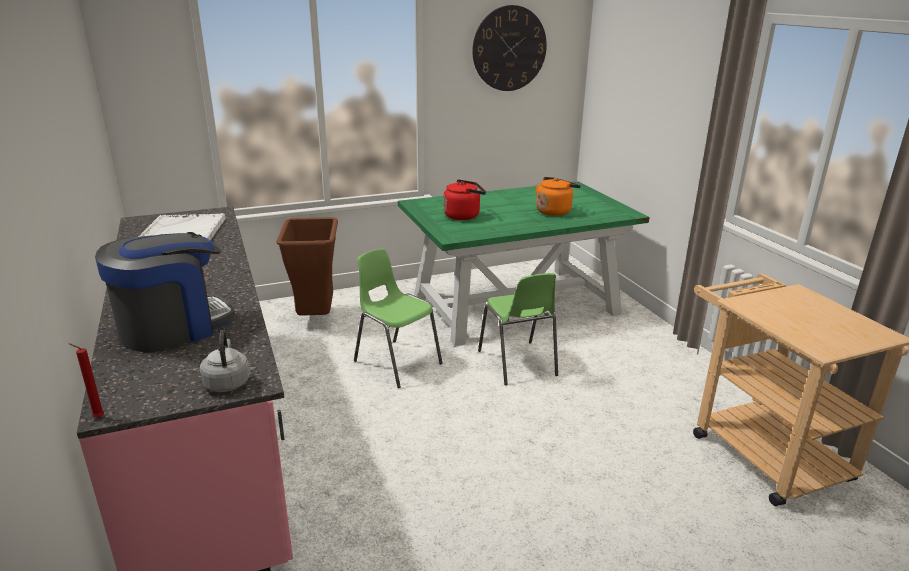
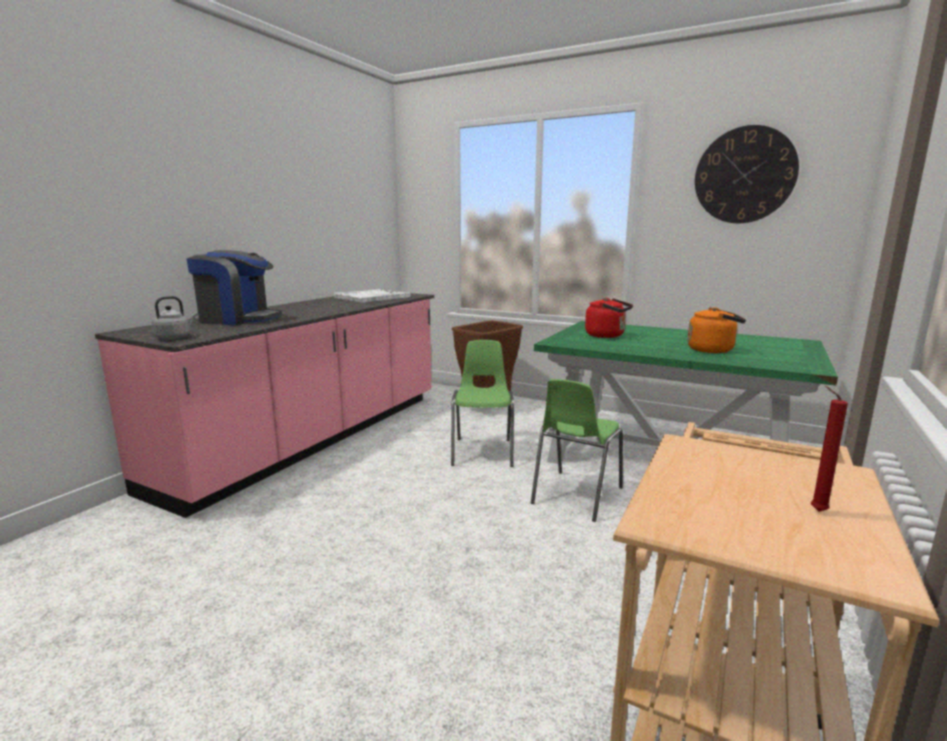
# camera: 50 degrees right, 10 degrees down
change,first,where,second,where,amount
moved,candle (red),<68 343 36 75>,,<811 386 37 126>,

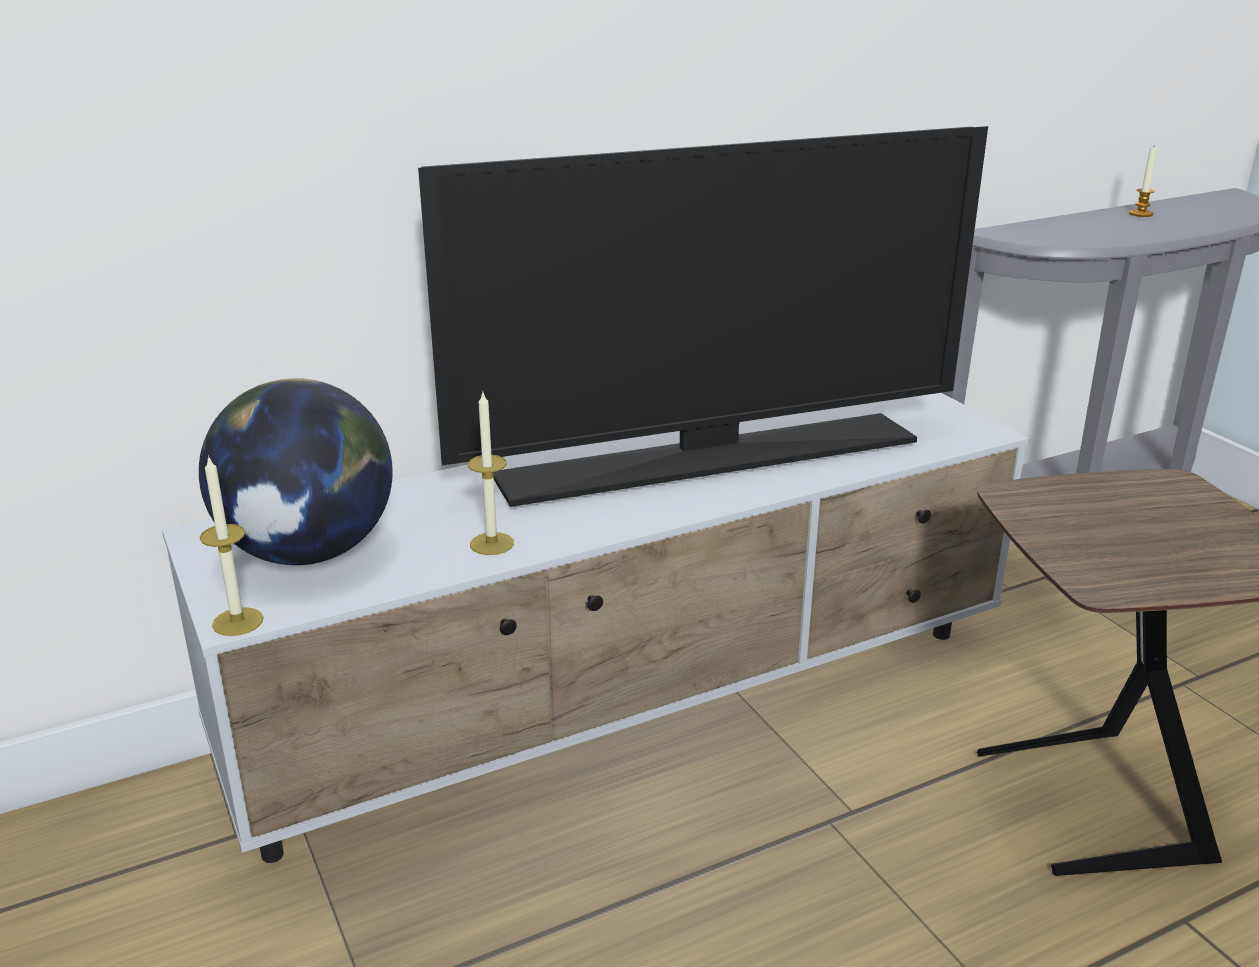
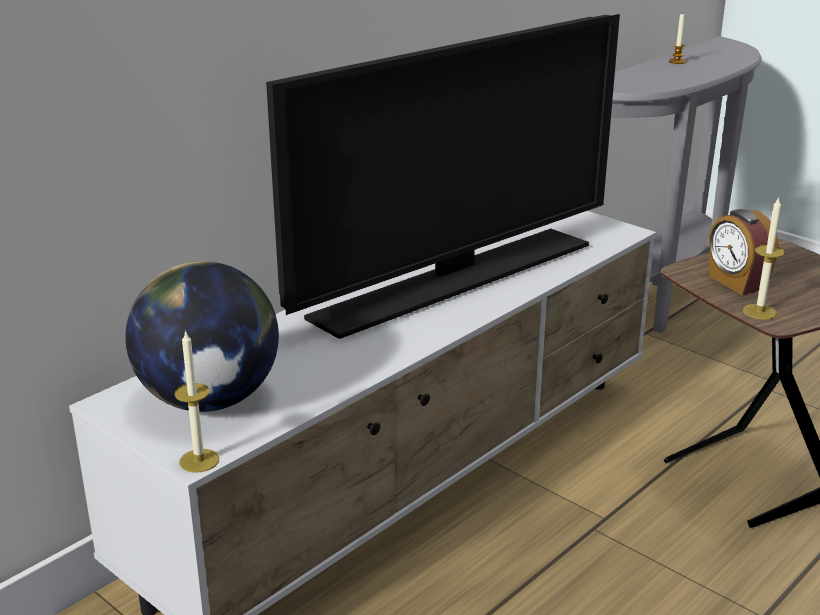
# camera: 20 degrees left, 0 degrees up
change,first,where,second,where,amount
added,,,alarm clock,<709 209 70 86>,
moved,candle,<468 390 46 165>,,<743 197 42 123>,

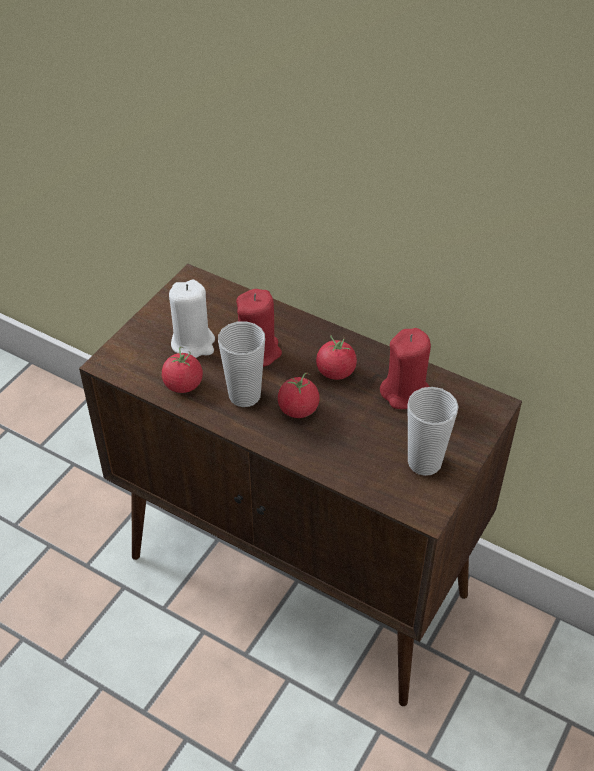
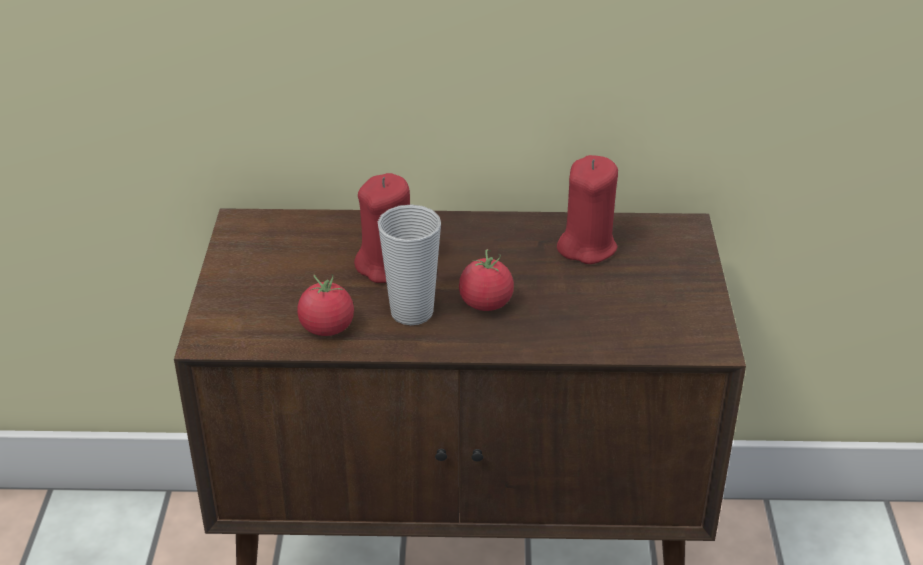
# camera: 30 degrees left, 10 degrees down
change,first,where,second,where,amount
removed,candle (white),<169 280 46 78>,,,
removed,tomato,<316 335 41 45>,,,
removed,cup,<408 387 51 89>,,,

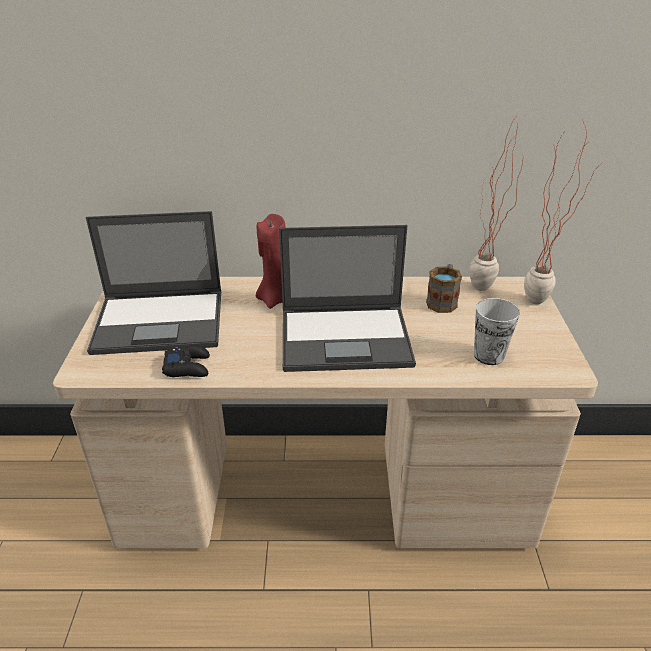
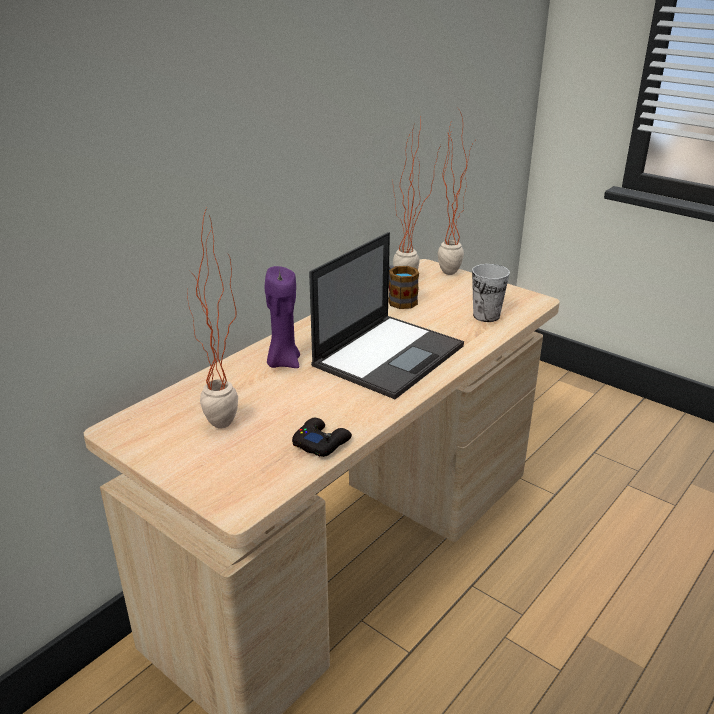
# camera: 50 degrees left, 5 degrees down
change,first,where,second,where,amount
replaced,laptop,<86 211 135 144>,potted plant,<187 206 51 223>,
recoloured,candle (red),<256 214 30 95>,candle (purple),<265 266 35 102>,

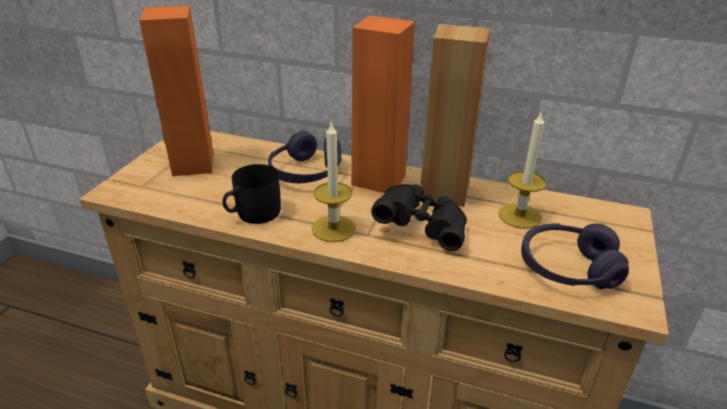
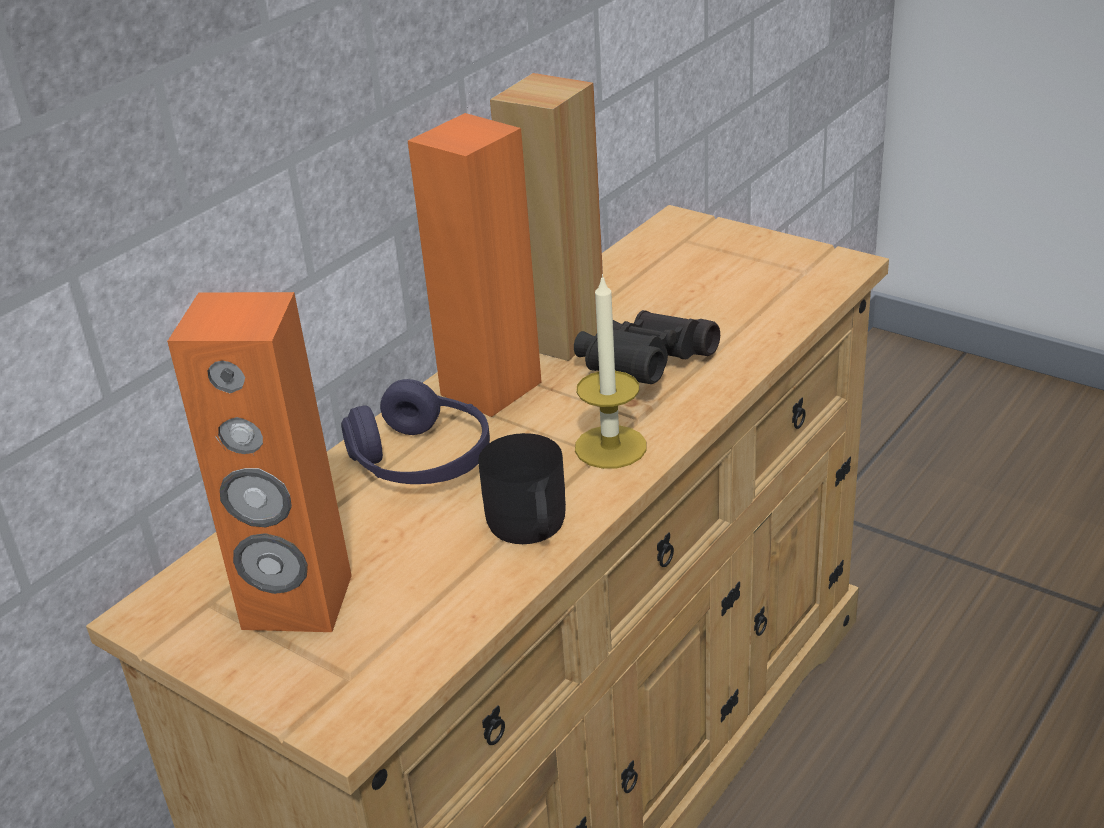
# camera: 70 degrees left, 0 degrees up
change,first,where,second,where,amount
removed,candle,<498 111 49 118>,,,
removed,headphones (purple),<521 223 108 66>,,,

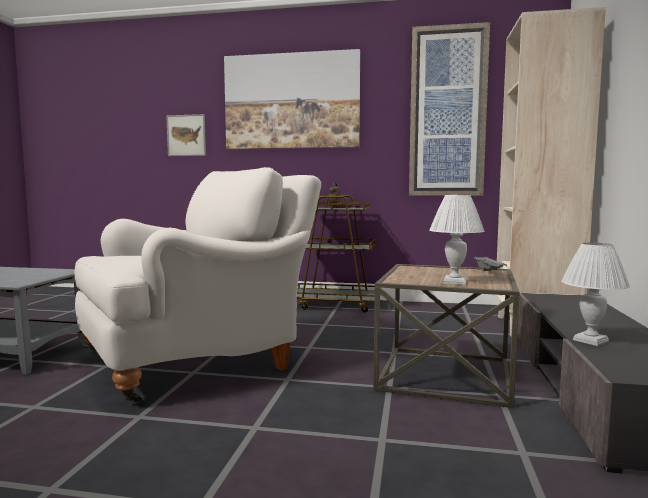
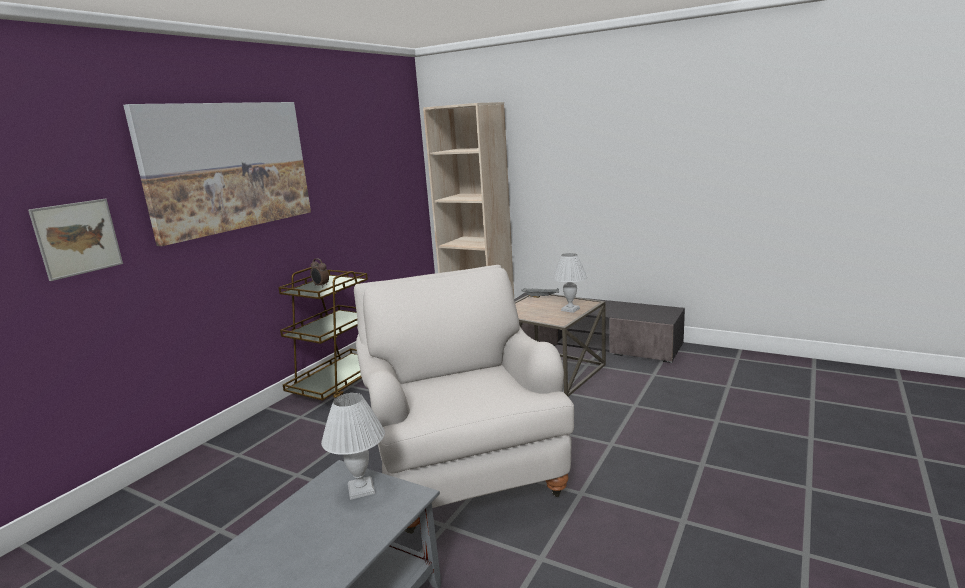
# camera: 70 degrees left, 10 degrees up
change,first,where,second,where,amount
moved,table lamp (white),<561 243 69 103>,,<321 393 64 107>,
removed,picture,<409 22 81 174>,,,

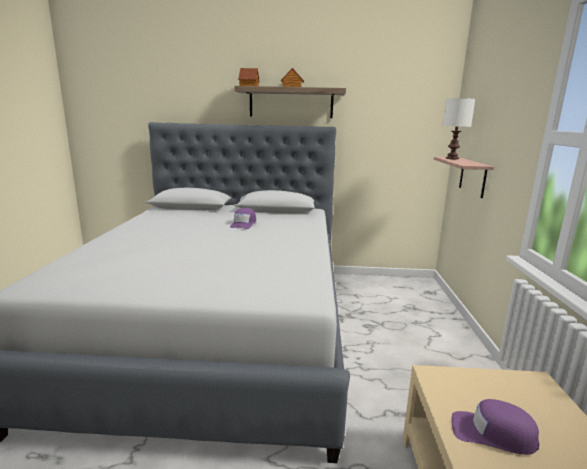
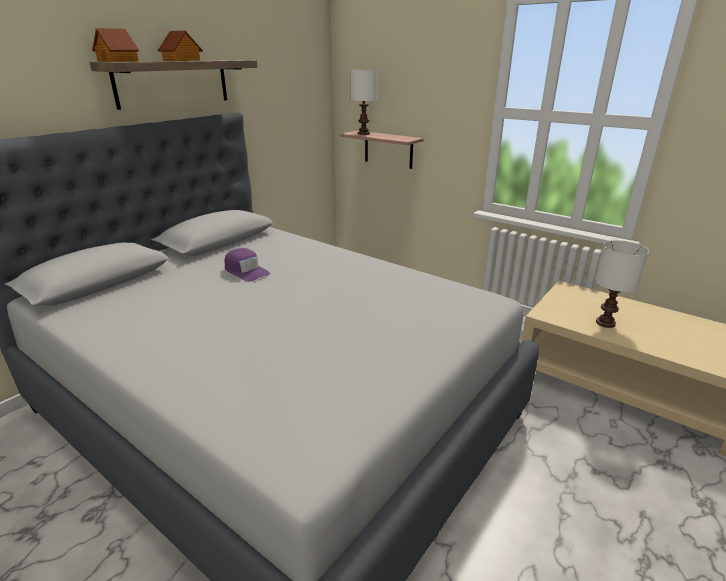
# camera: 55 degrees left, 10 degrees up
change,first,where,second,where,amount
replaced,cap (purple),<452 399 87 56>,table lamp (white),<595 240 54 88>,

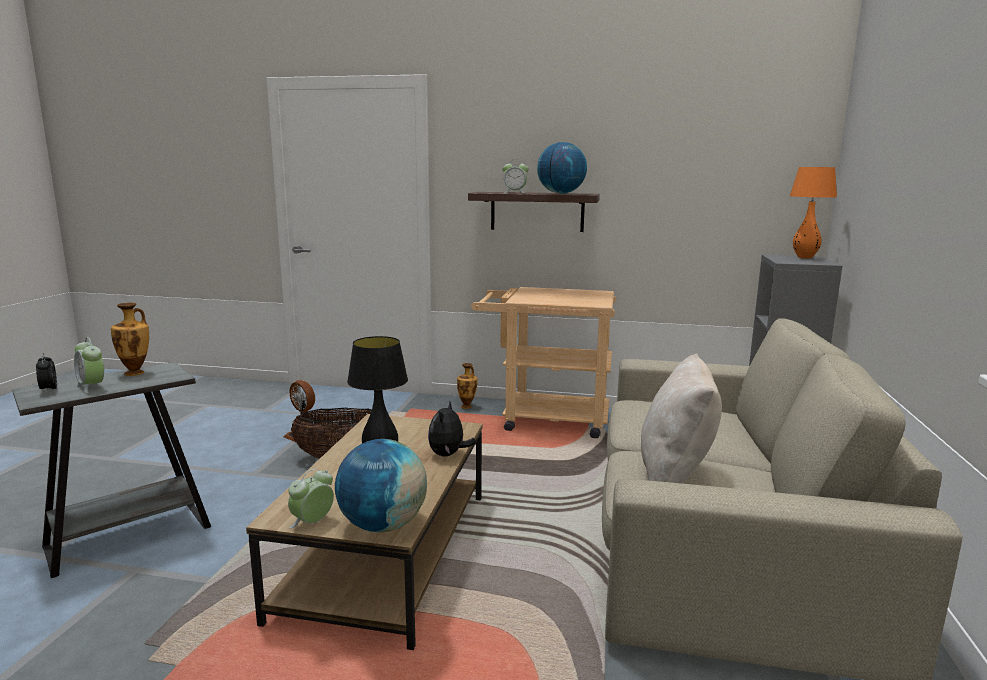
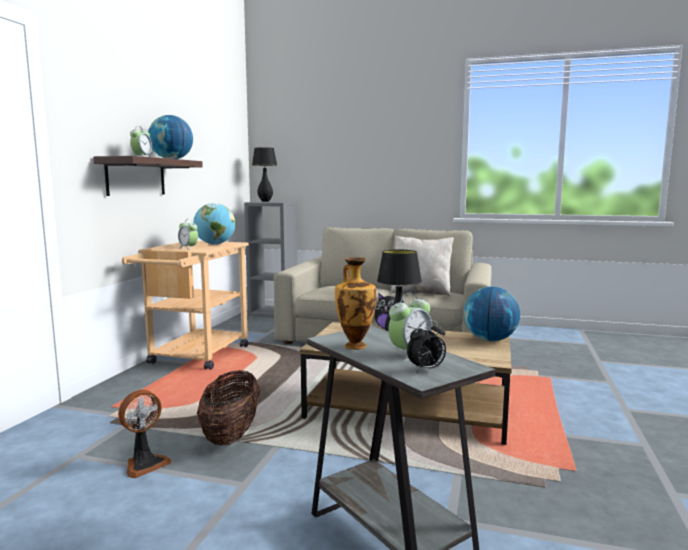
# camera: 85 degrees left, 5 degrees down
change,first,where,second,where,amount
moved,alarm clock,<288 468 46 61>,,<178 219 20 31>,
added,,,globe,<193 203 43 42>,
recoloured,table lamp (orange),<790 167 47 92>,table lamp (black),<252 147 25 55>,
removed,vase,<457 363 21 46>,,,

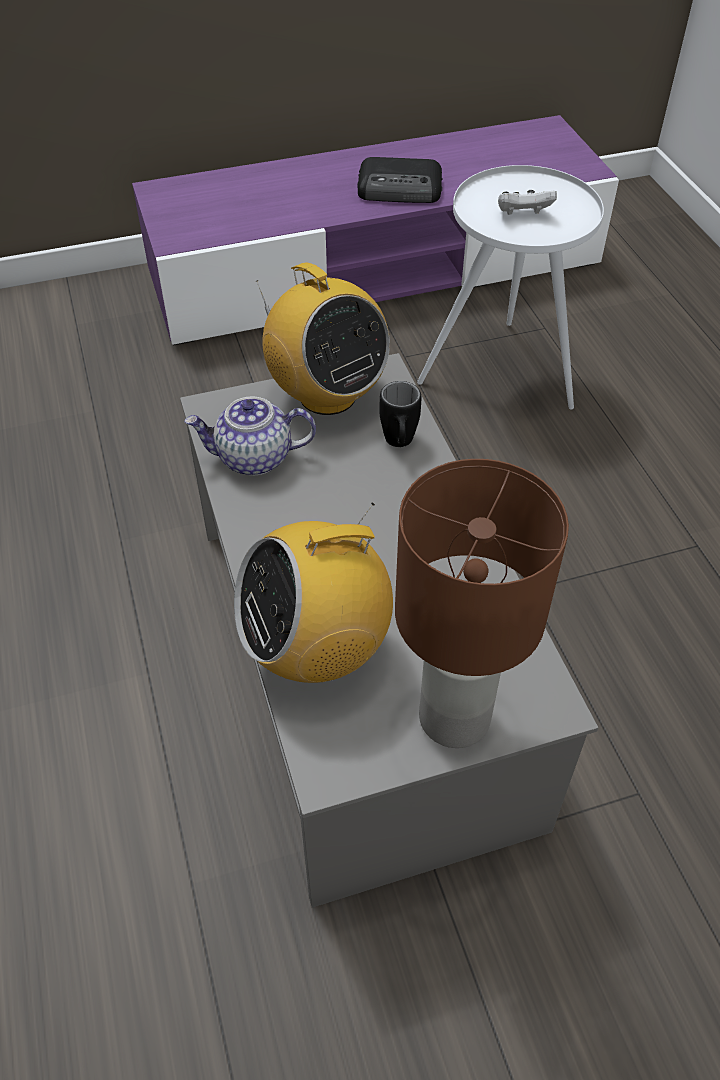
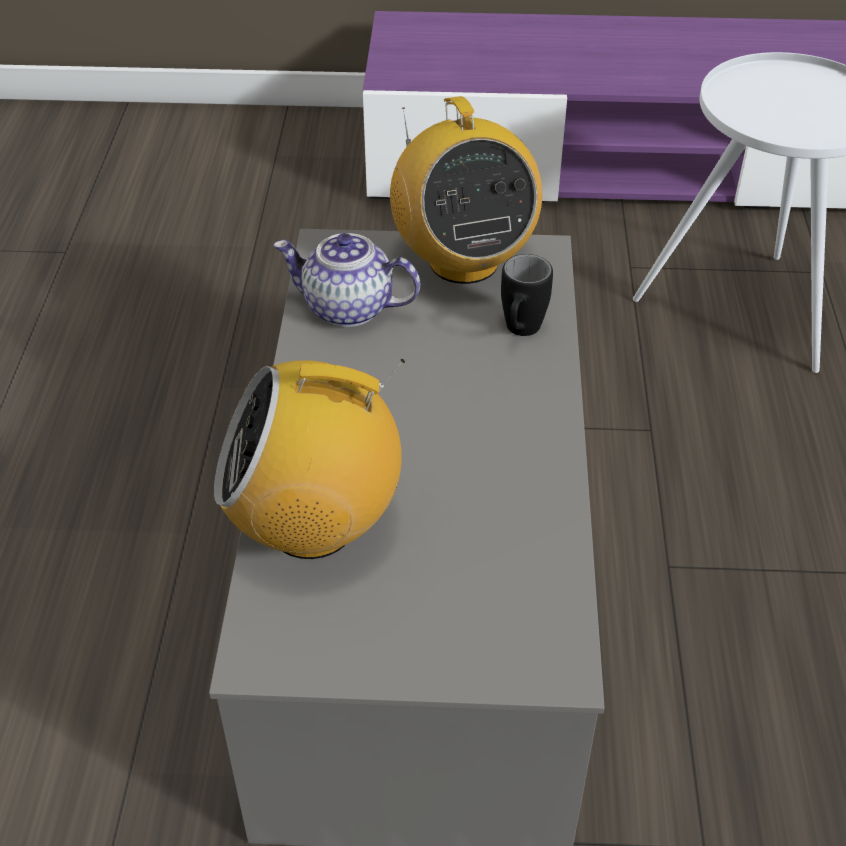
# camera: 20 degrees right, 5 degrees down
change,first,where,second,where,amount
removed,radio,<357 157 85 46>,,,
removed,table lamp (brown),<395 459 174 289>,,,
removed,game controller (white),<498 190 59 25>,,,

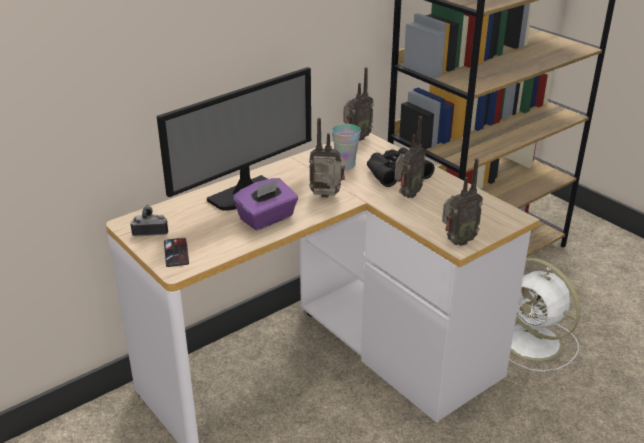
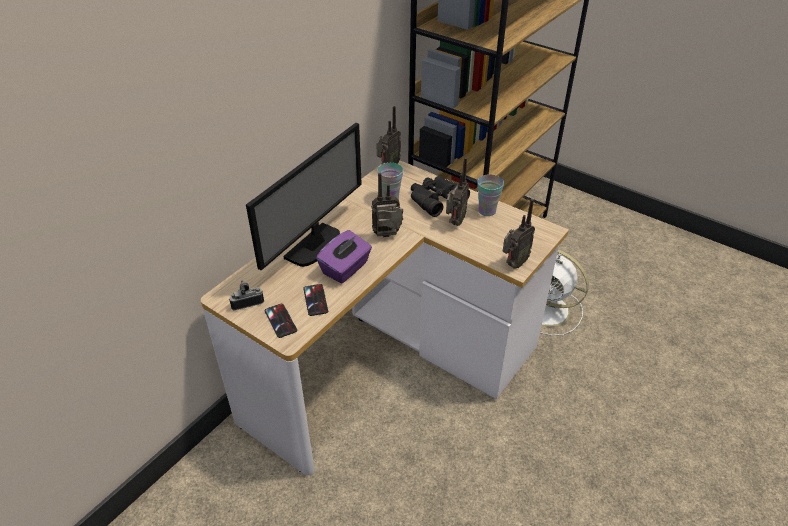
# camera: 15 degrees left, 10 degrees up
change,first,where,second,where,amount
added,,,phone,<303 284 25 32>,
added,,,cup,<477 174 27 42>,

